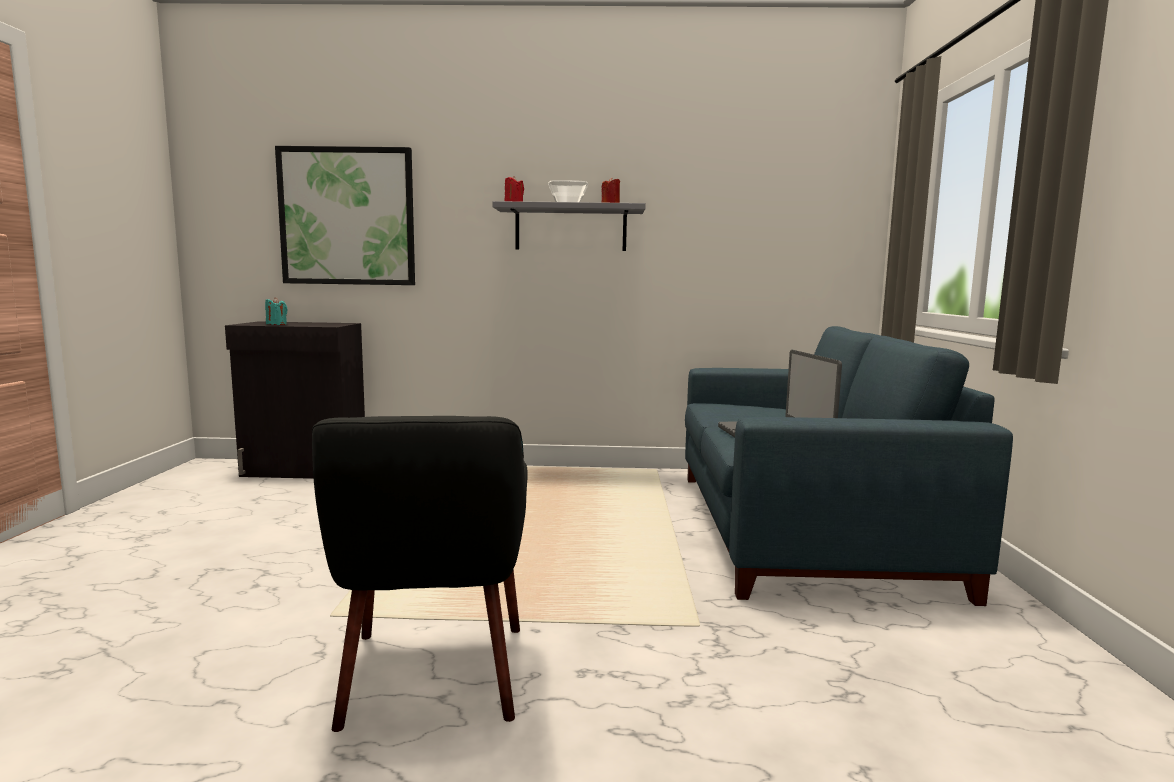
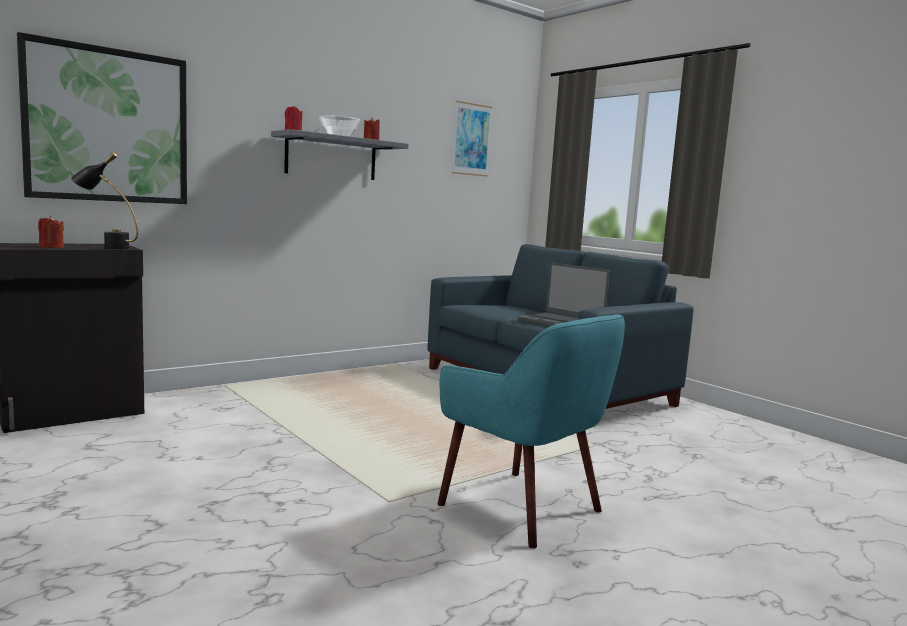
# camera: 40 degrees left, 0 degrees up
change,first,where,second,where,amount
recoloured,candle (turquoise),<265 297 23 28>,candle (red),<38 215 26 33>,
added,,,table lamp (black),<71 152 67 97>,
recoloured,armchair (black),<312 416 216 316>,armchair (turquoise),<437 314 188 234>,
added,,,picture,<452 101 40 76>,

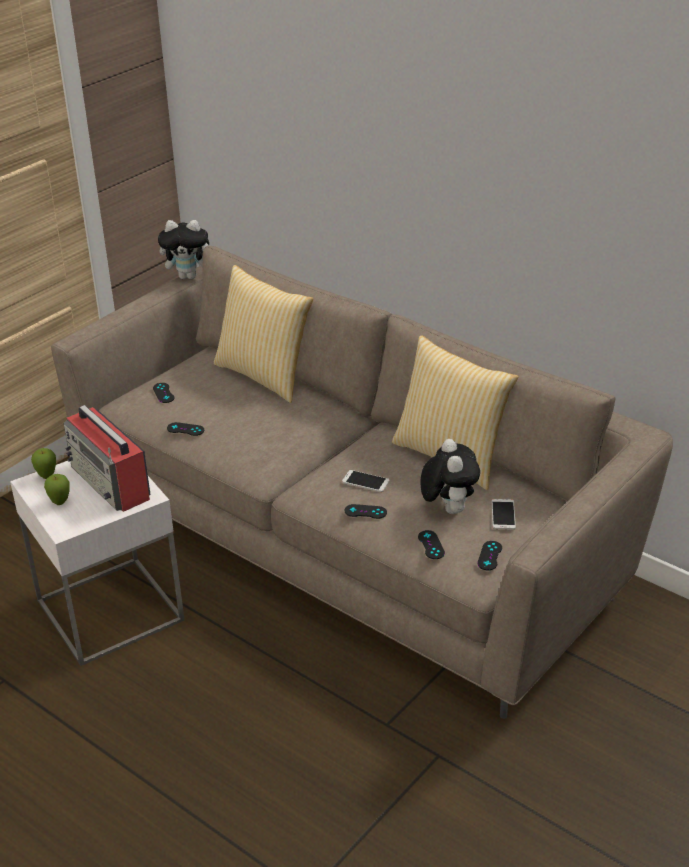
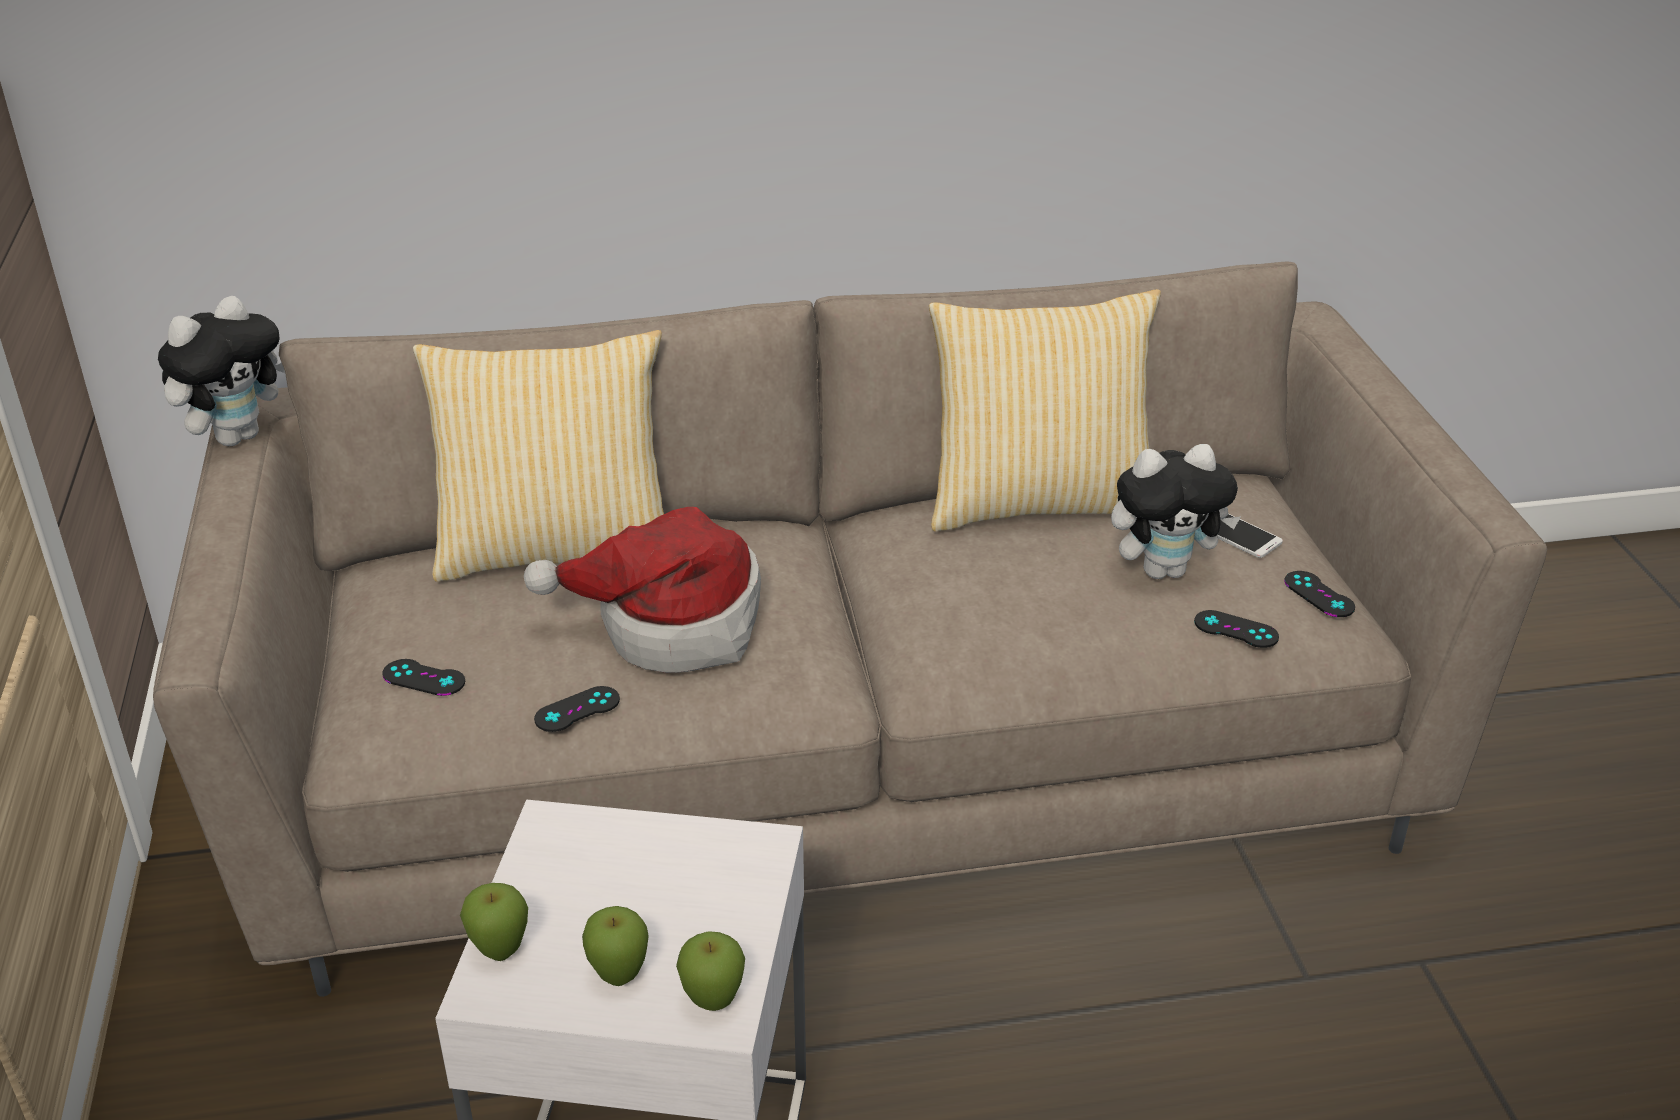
# camera: 50 degrees left, 0 degrees up
change,first,where,second,where,amount
added,,,hat,<524 507 237 166>,
added,,,apple,<676 931 69 80>,
turned,plush toy,<420 439 60 75>,,<1111 444 130 135>,135 degrees clockwise
removed,radio,<64 405 86 107>,,,
removed,phone,<342 470 48 22>,,,
removed,game controller (black),<345 504 42 15>,,,

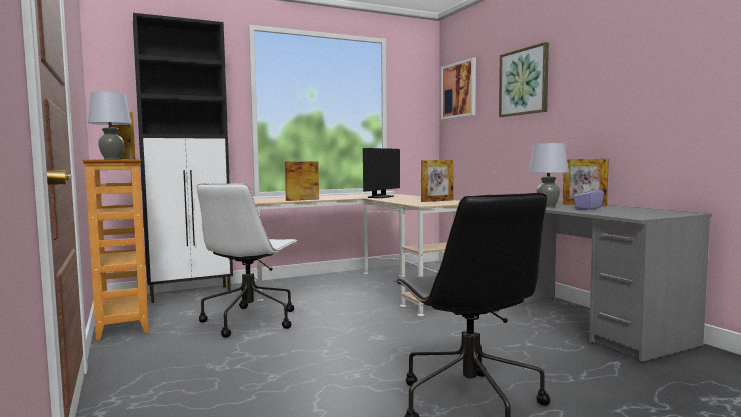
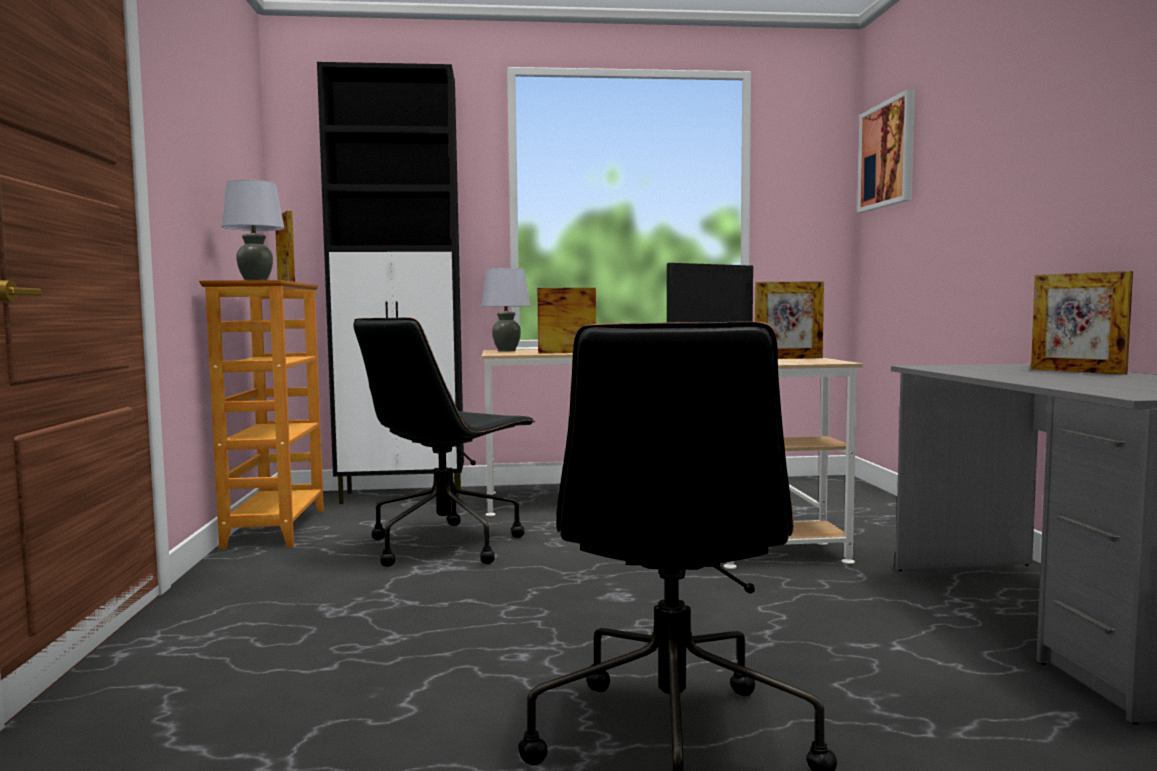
# camera: 20 degrees right, 0 degrees up
change,first,where,second,where,amount
recoloured,office chair (white),<197 183 101 155>,office chair (black),<353 317 182 250>,
moved,table lamp (grey),<529 143 40 65>,,<481 268 49 84>,
removed,picture,<499 42 50 75>,,,
removed,tissue box (purple),<572 184 32 26>,,,

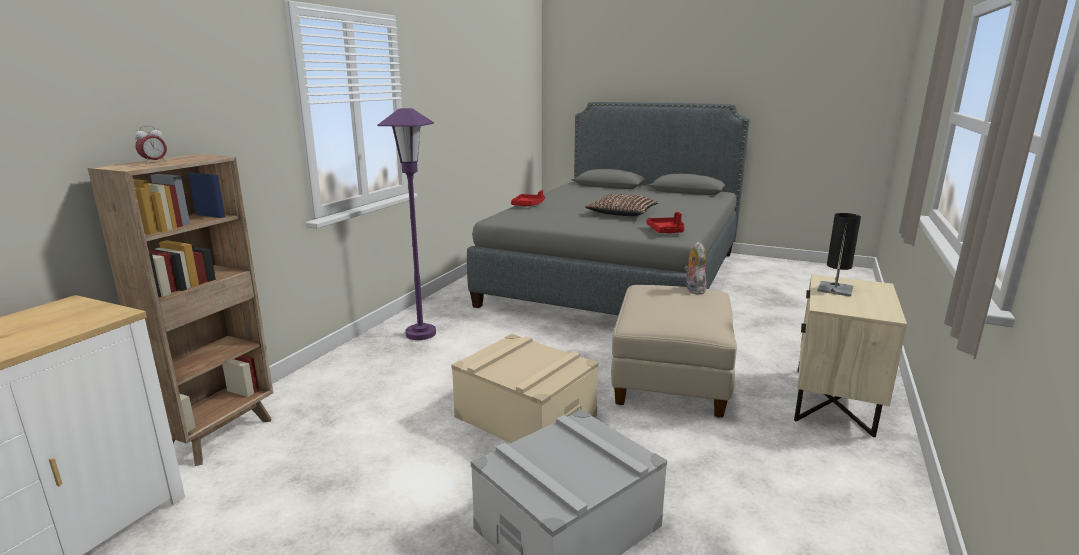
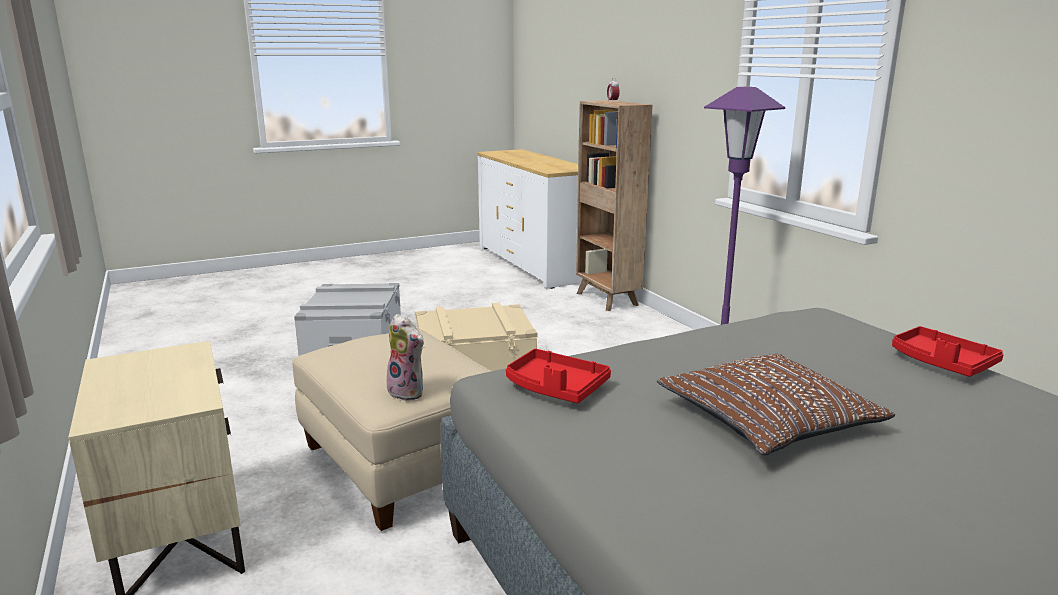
# camera: 130 degrees right, 0 degrees up
change,first,where,second,where,amount
removed,table lamp (black),<817 213 44 84>,,,

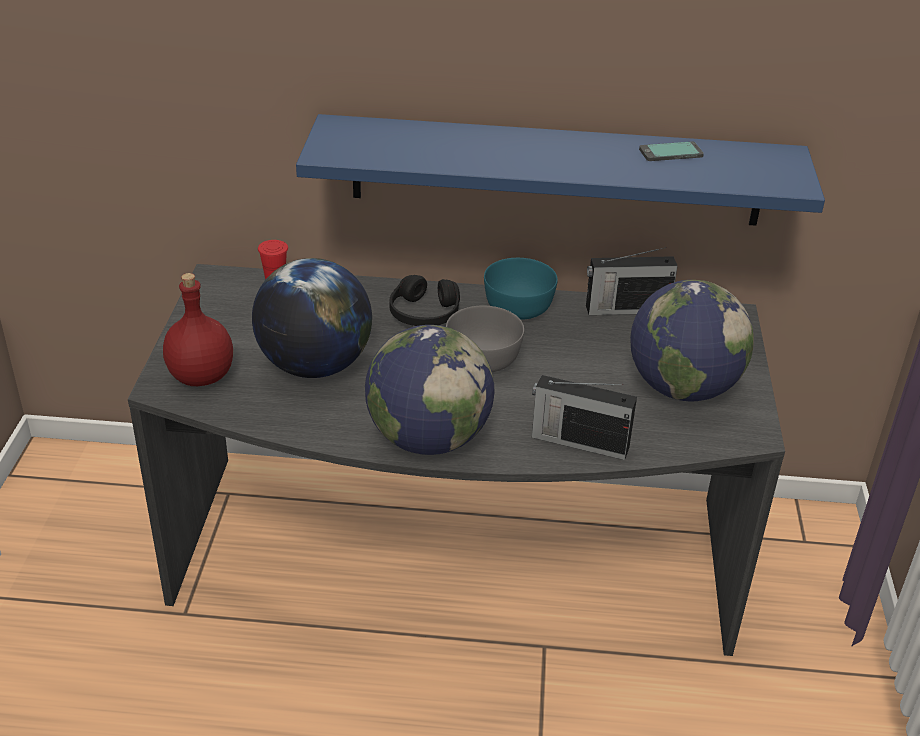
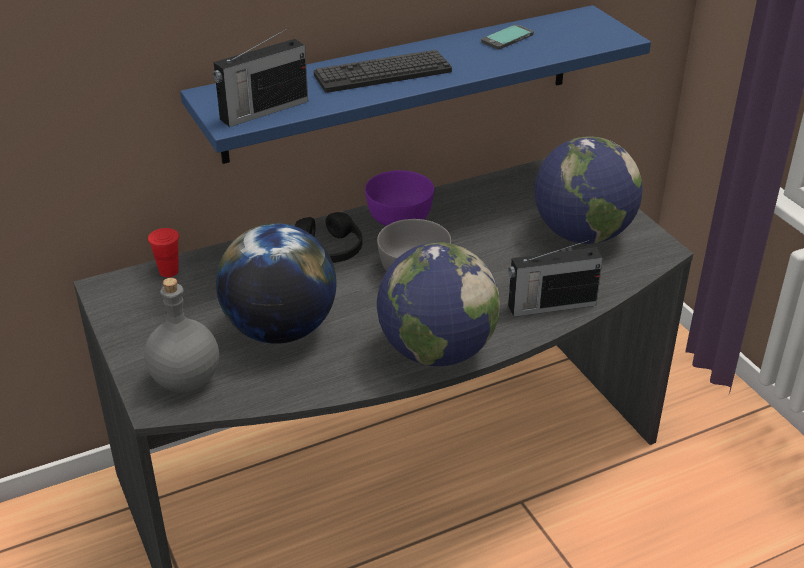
# camera: 30 degrees left, 0 degrees up
change,first,where,second,where,amount
recoloured,bottle (red),<163 273 70 113>,bottle (grey),<144 278 75 115>,
moved,radio,<586 247 92 68>,,<213 28 95 99>,
added,,,keyboard,<314 50 138 43>,
recoloured,bowl (turquoise),<484 258 74 62>,bowl (purple),<365 170 69 56>,

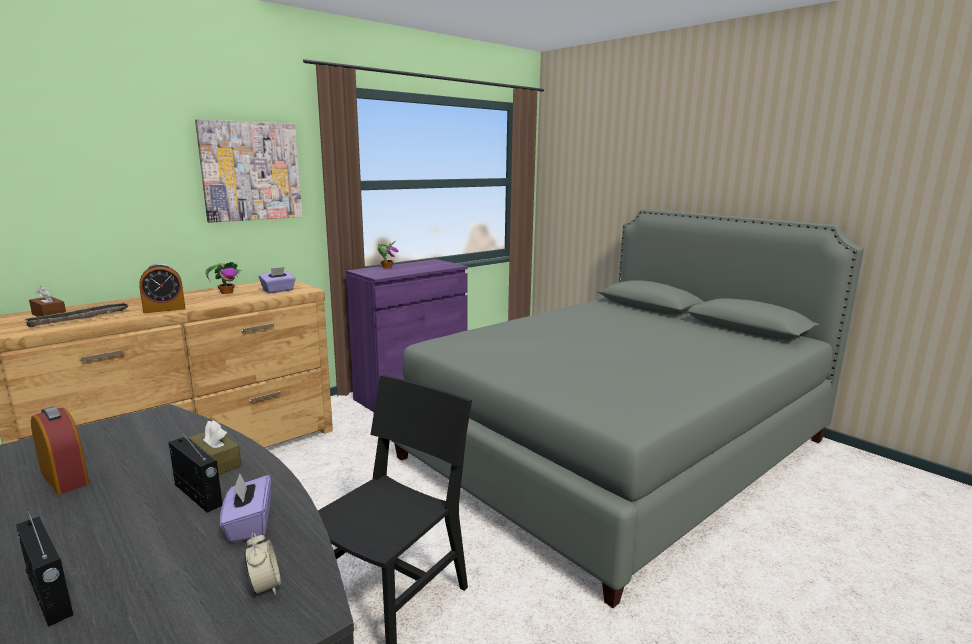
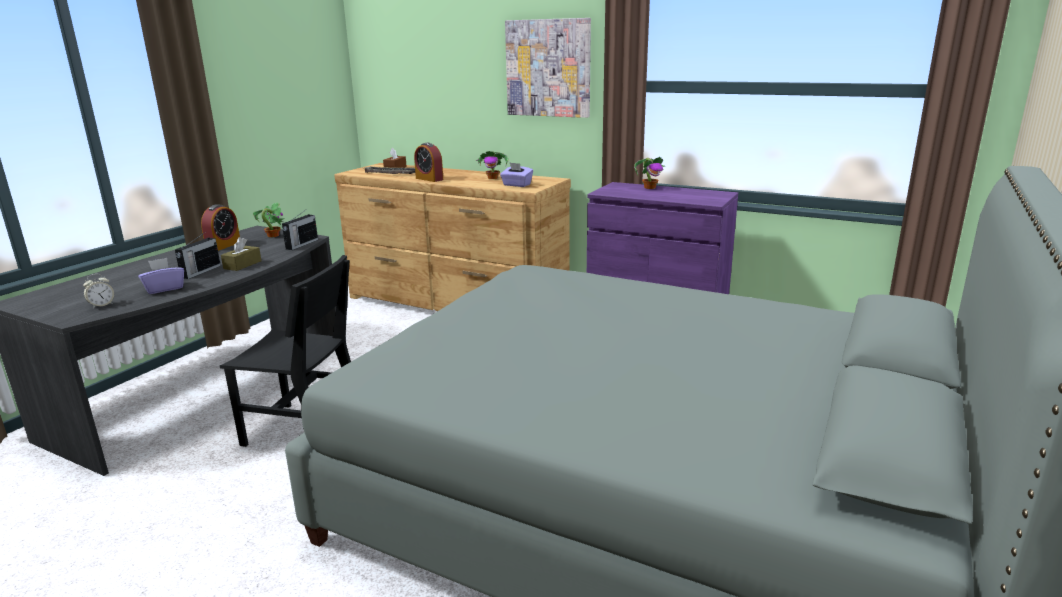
# camera: 70 degrees right, 5 degrees up
change,first,where,second,where,amount
added,,,potted plant,<253 202 32 35>,
moved,radio,<16 509 57 118>,,<282 211 36 39>,

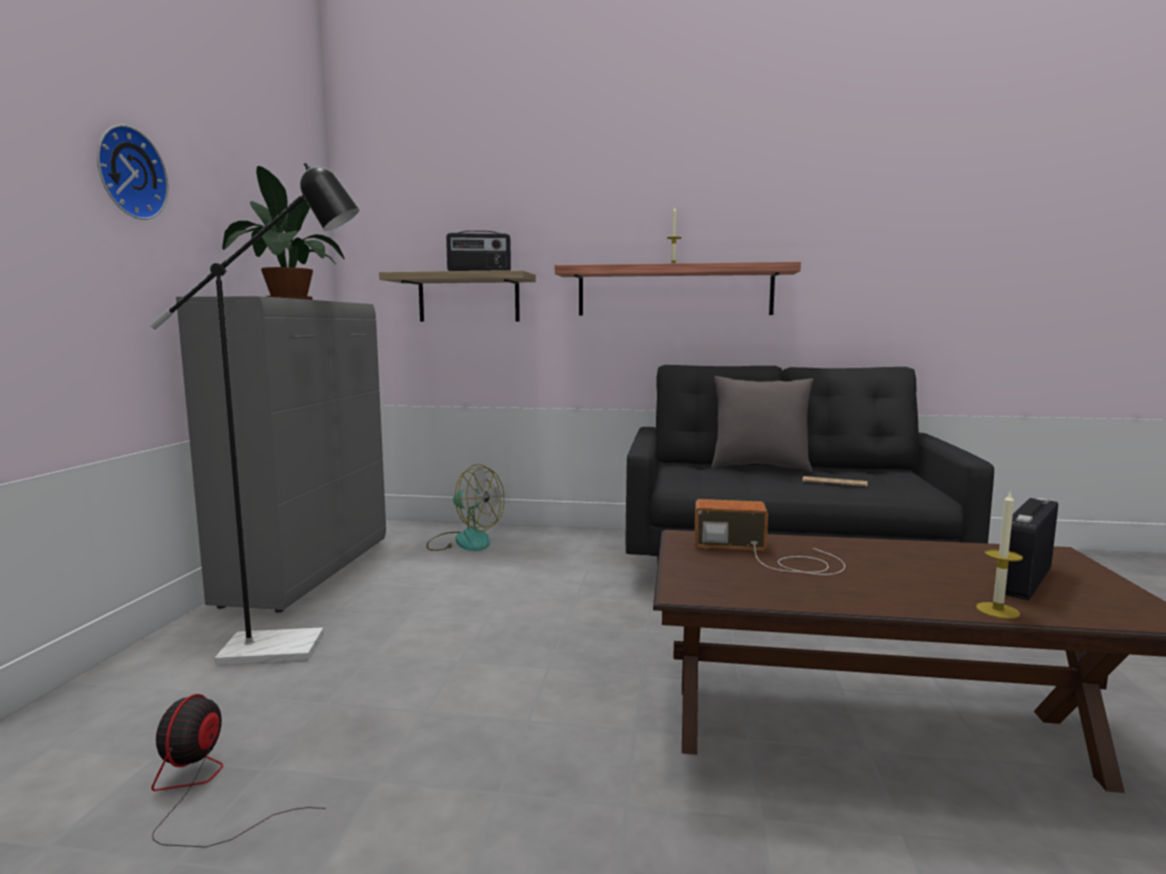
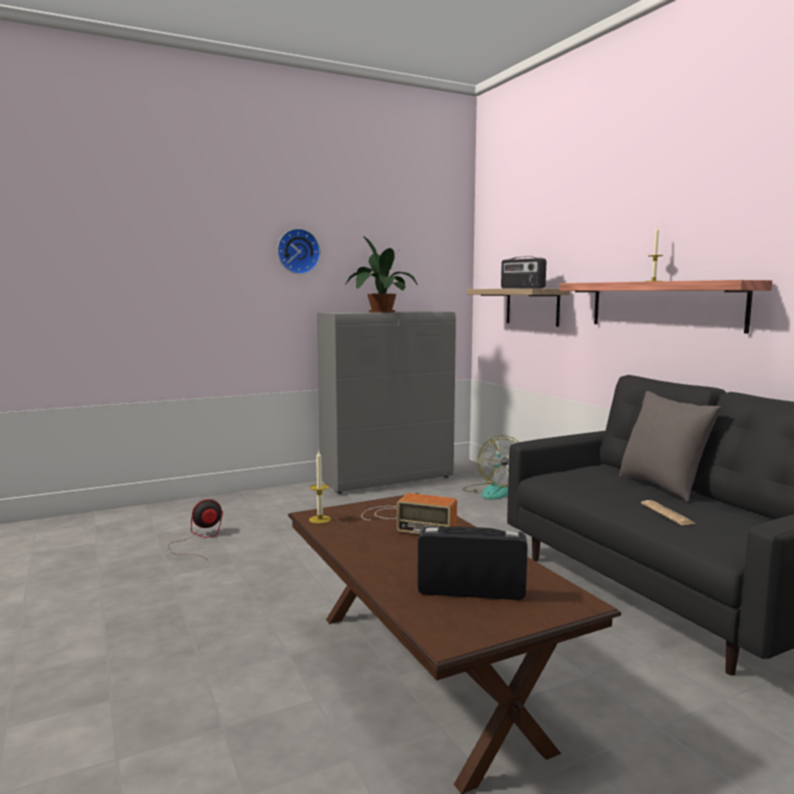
# camera: 55 degrees right, 0 degrees up
change,first,where,second,where,amount
moved,candle,<976 490 47 129>,,<309 451 22 73>,
turned,radio,<694 499 151 76>,,<361 493 96 41>,135 degrees clockwise
removed,floor lamp (black),<150 163 210 502>,,,

